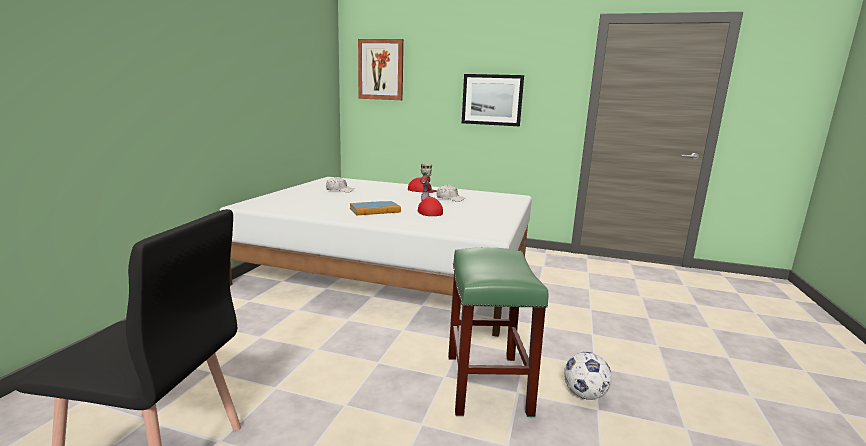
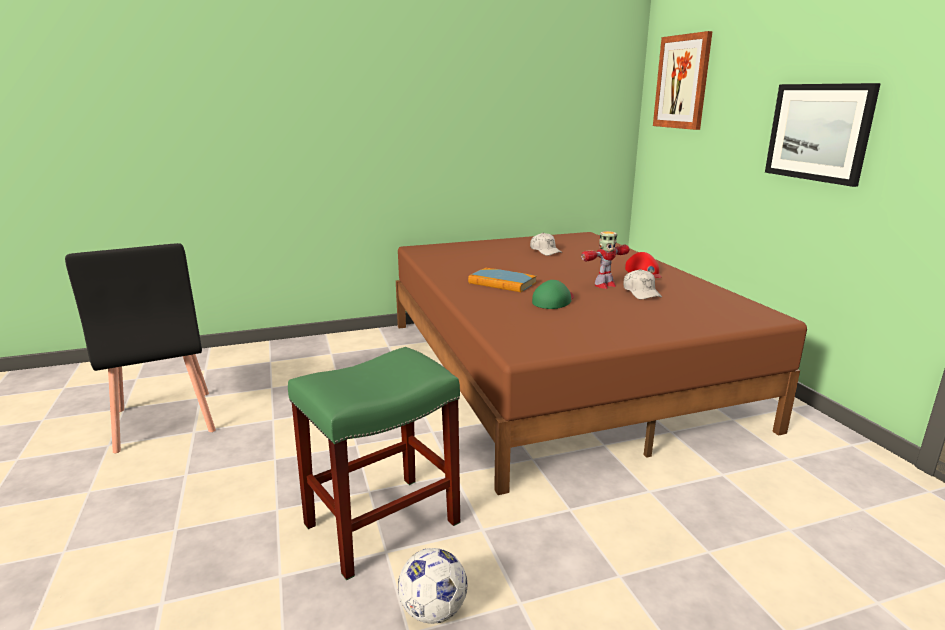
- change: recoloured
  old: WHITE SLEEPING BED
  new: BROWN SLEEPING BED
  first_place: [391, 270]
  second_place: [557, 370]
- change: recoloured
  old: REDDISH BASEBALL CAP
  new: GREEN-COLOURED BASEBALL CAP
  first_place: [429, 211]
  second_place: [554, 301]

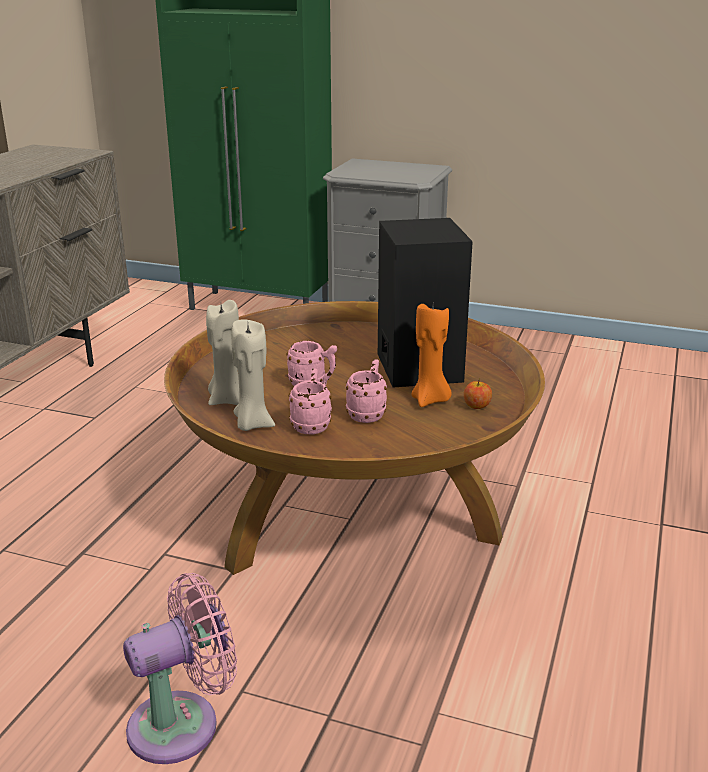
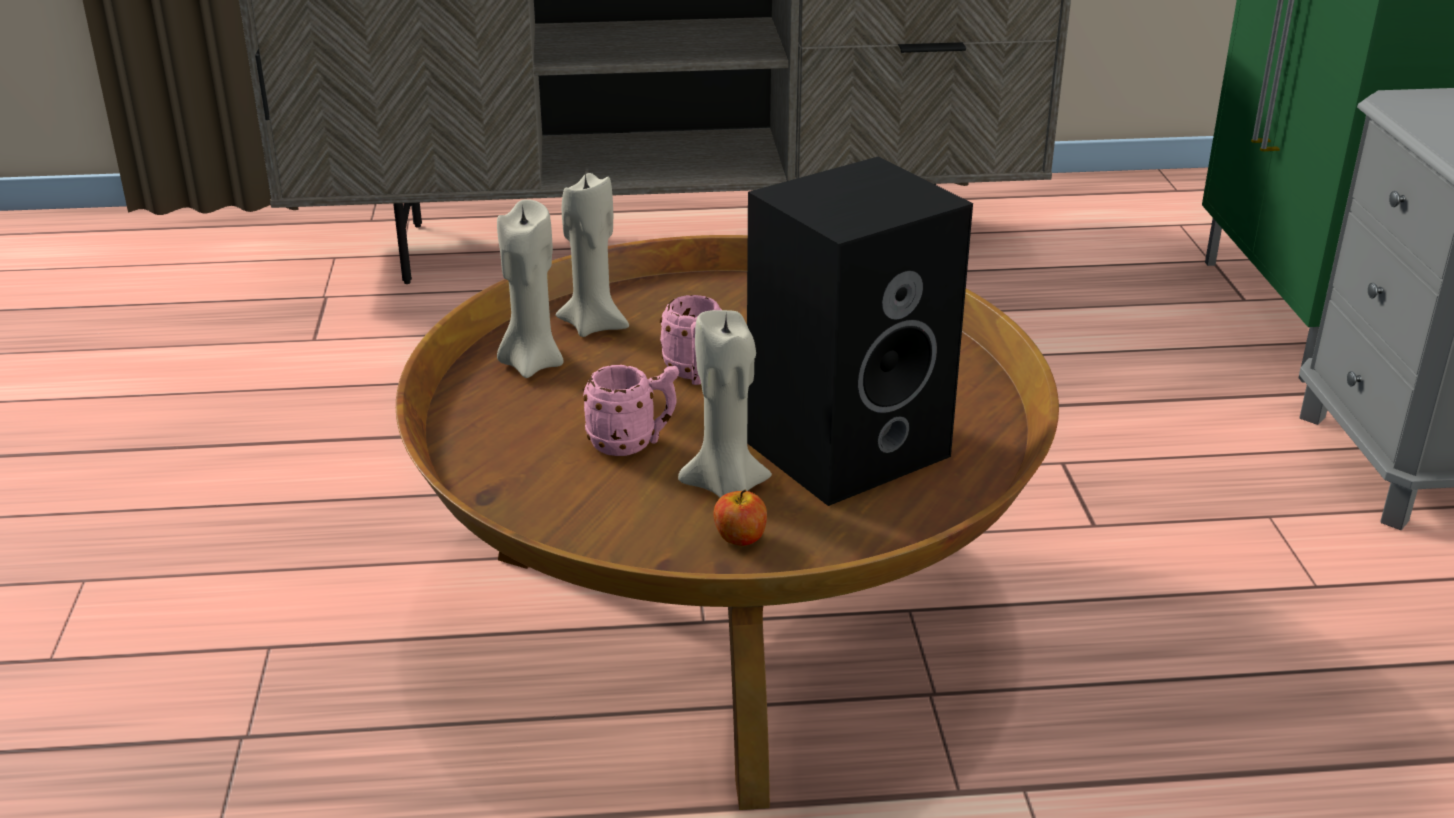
- change: recoloured
  old: ORANGE WAX CANDLE
  new: SAND-COLOURED WAX CANDLE
  first_place: [430, 400]
  second_place: [726, 488]
- change: removed
  old: PINKISH COFFEE MUG
  first_place: [311, 424]
- change: removed
  old: PINKISH COOLING FAN
  first_place: [182, 724]

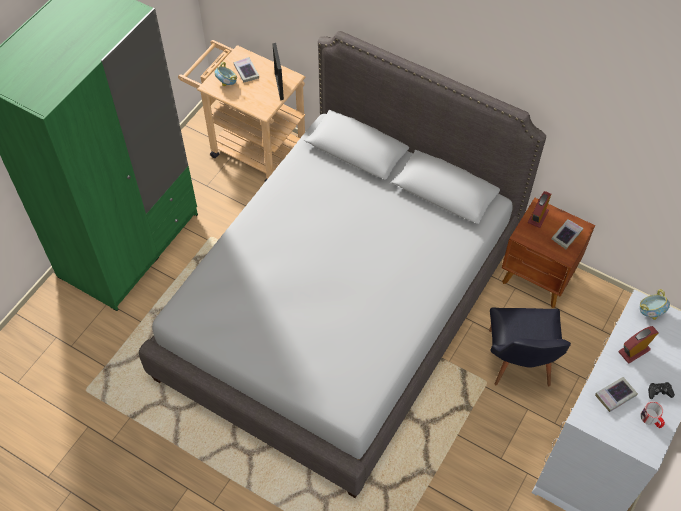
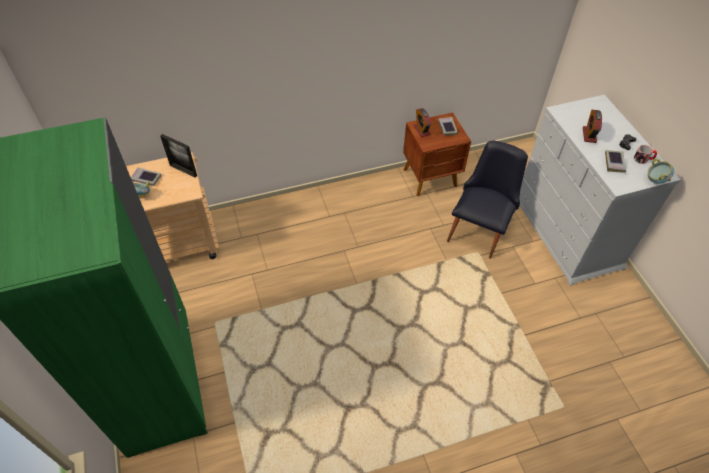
- change: removed
  old: GREYISH SLEEPING BED
  first_place: [341, 309]
- change: moved
  old: BOWL
  first_place: [650, 312]
  second_place: [655, 180]
- change: turned
  old: BLACK-COLOURED PLAIN CHAIR
  first_place: [519, 365]
  second_place: [480, 228]
  degrees: -105

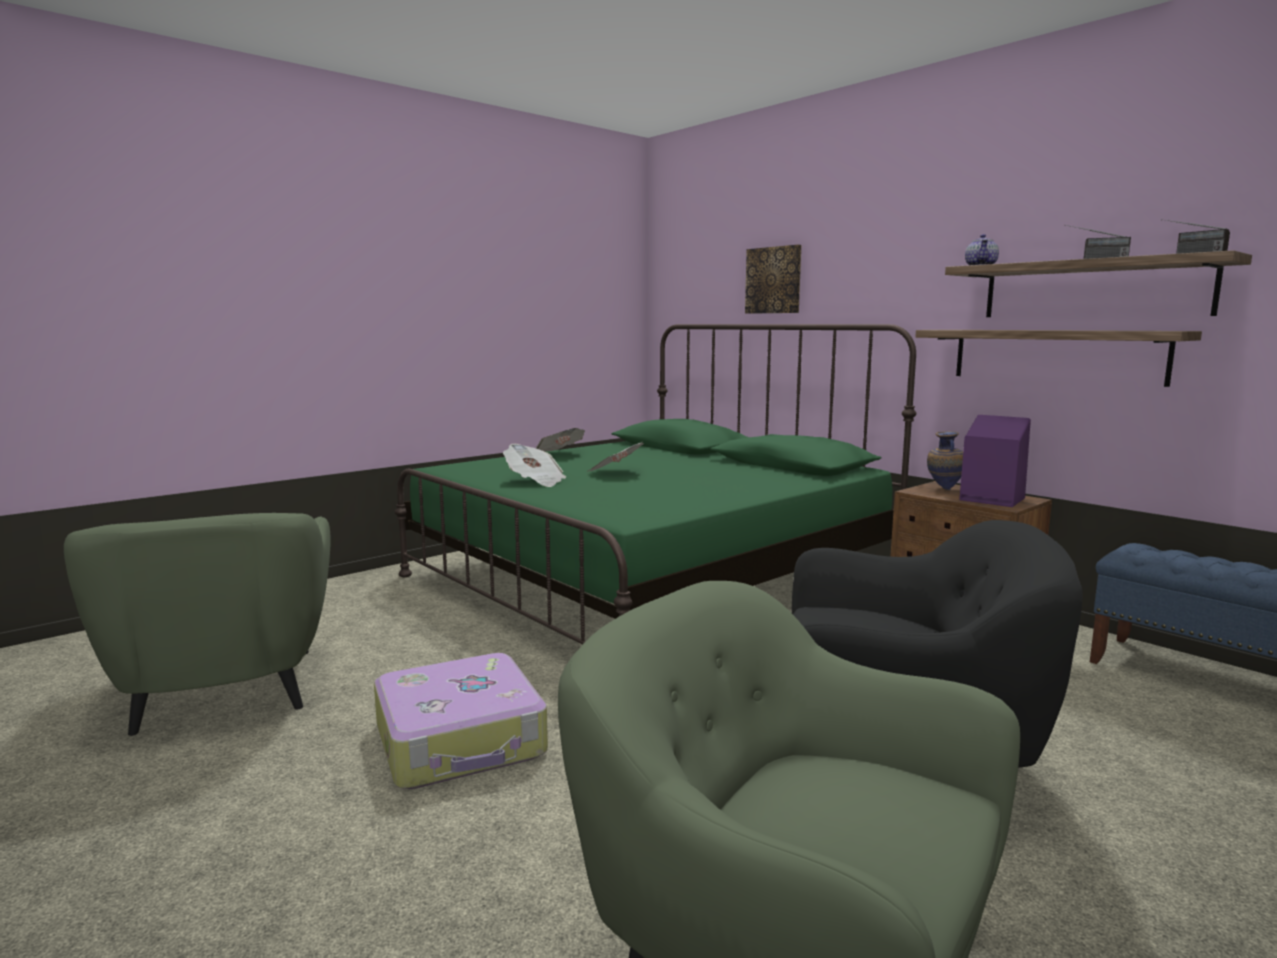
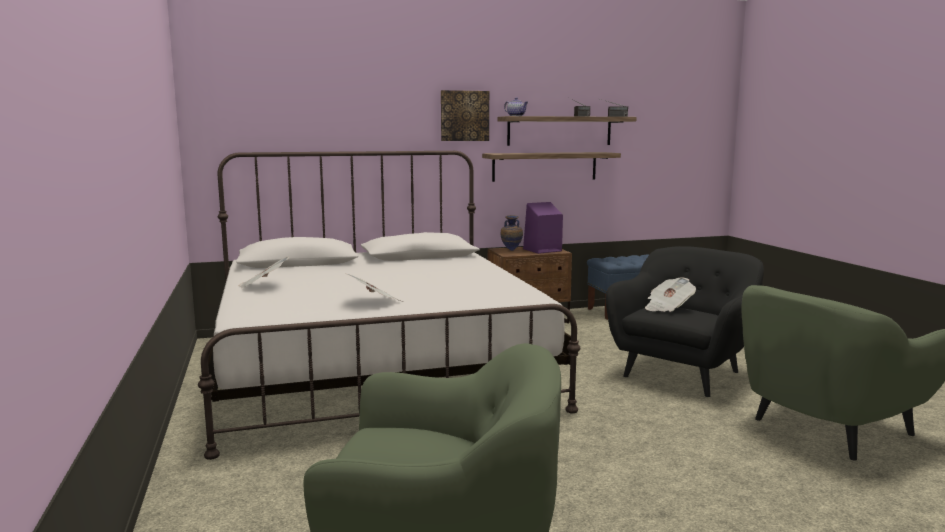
- change: moved
  old: PICTURE
  first_place: [774, 280]
  second_place: [464, 116]
- change: recoloured
  old: GREEN-COLOURED SLEEPING BED
  new: WHITE SLEEPING BED
  first_place: [648, 579]
  second_place: [376, 369]
- change: moved
  old: NEWSPAPER
  first_place: [615, 473]
  second_place: [668, 308]
- change: removed
  old: TRAVEL CASE
  first_place: [461, 740]

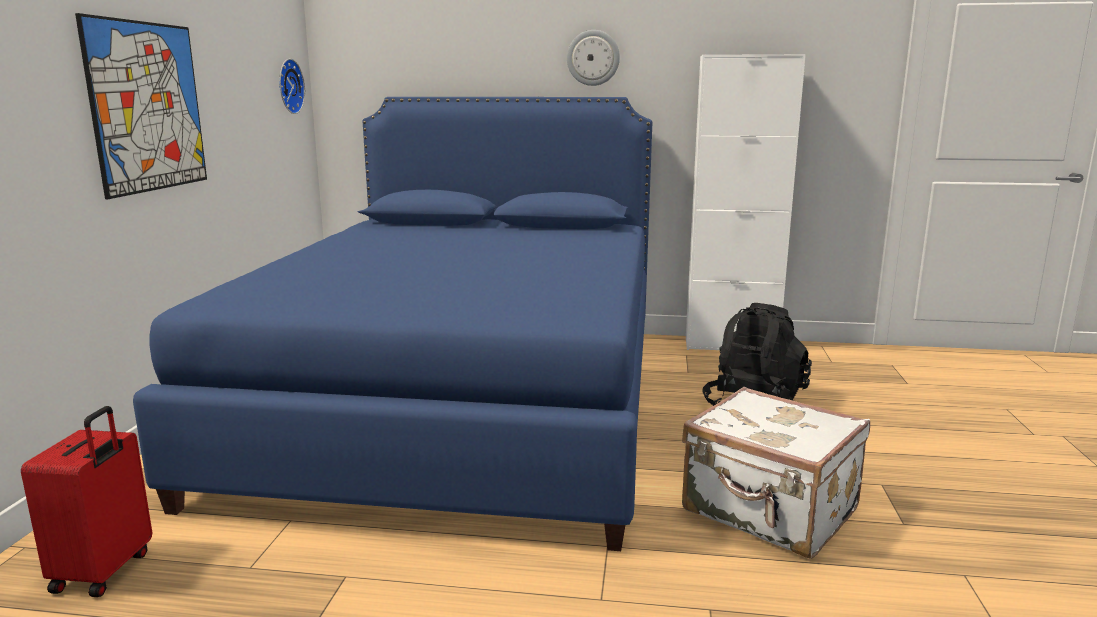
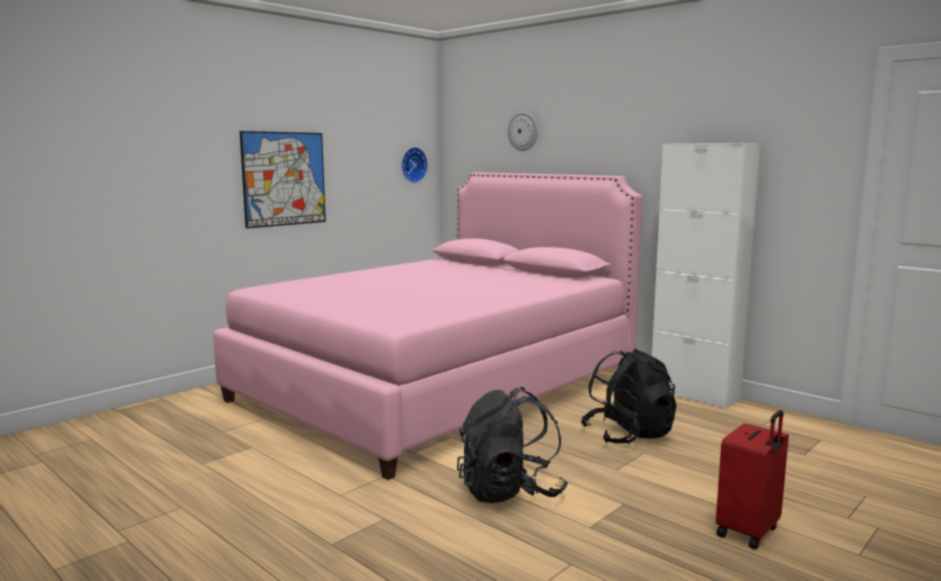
- change: moved
  old: CLOCK ON THE WALL
  first_place: [593, 58]
  second_place: [523, 131]
- change: recoloured
  old: BLUE-COLOURED SLEEPING BED
  new: PINKISH SLEEPING BED
  first_place: [464, 402]
  second_place: [437, 387]
- change: replaced
  old: WHITE TRAVEL CASE
  new: BLACK-COLOURED RUCKSACK
  first_place: [769, 512]
  second_place: [510, 491]
- change: moved
  old: REDDISH TRAVEL CASE
  first_place: [105, 572]
  second_place: [749, 532]

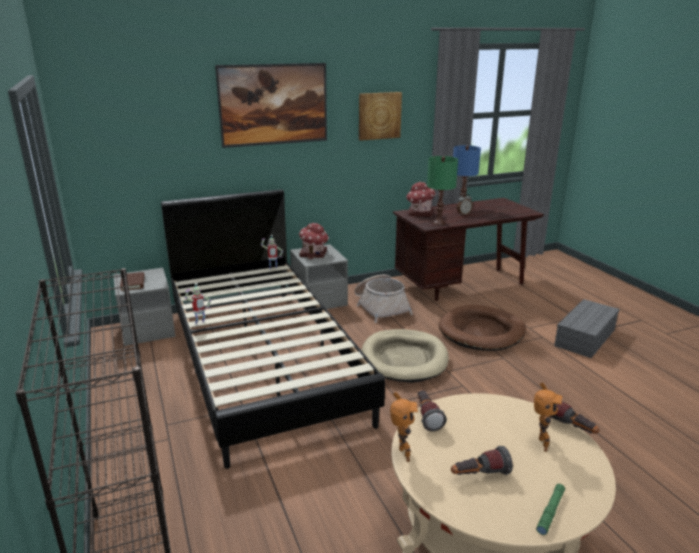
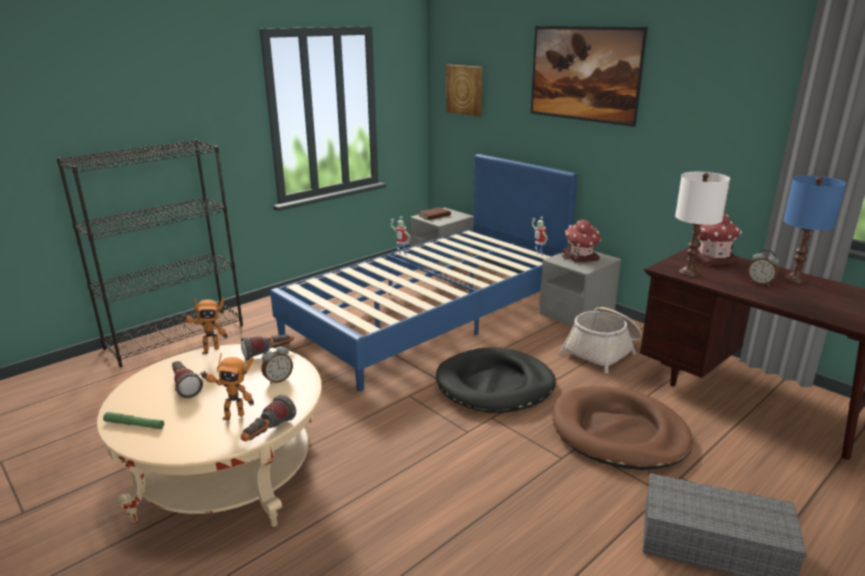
- change: moved
  old: PICTURE
  first_place: [379, 115]
  second_place: [465, 90]
- change: recoloured
  old: GREEN-COLOURED TABLE LAMP
  new: WHITE TABLE LAMP
  first_place: [438, 223]
  second_place: [689, 272]
- change: recoloured
  old: BLACK-COLOURED SLEEPING BED
  new: BLUE-COLOURED SLEEPING BED
  first_place: [262, 361]
  second_place: [431, 315]
- change: recoloured
  old: SAND-COLOURED DOG BED
  new: BLACK-COLOURED DOG BED
  first_place: [404, 359]
  second_place: [495, 385]
- change: added
  new: ALARM CLOCK
  second_place: [278, 379]

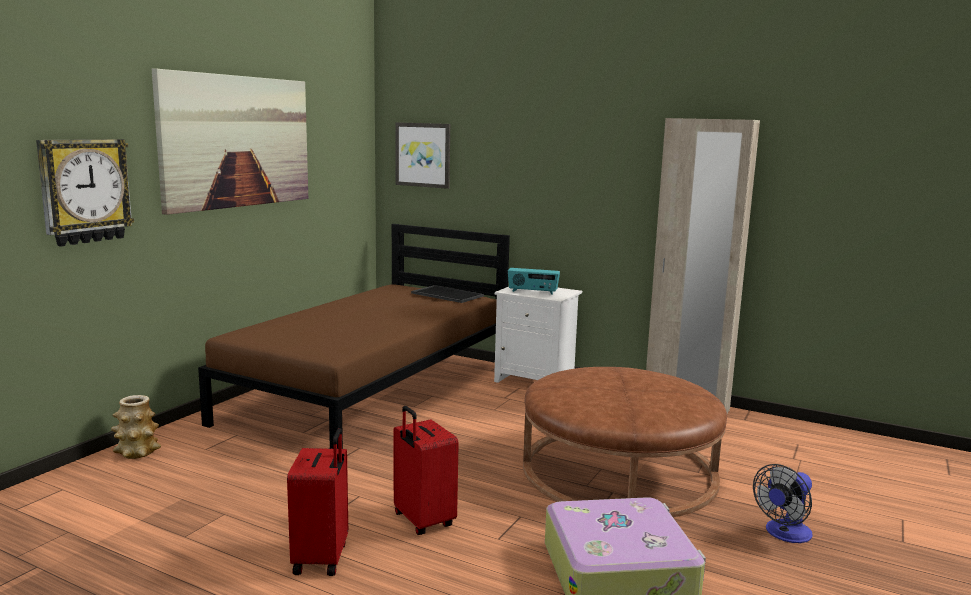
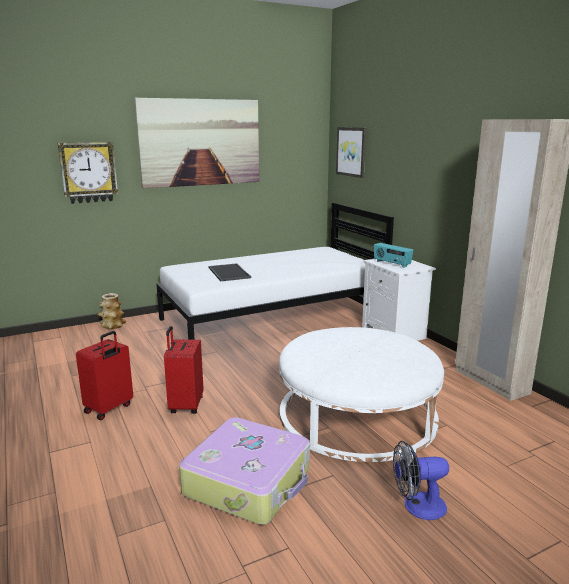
- change: recoloured
  old: BROWN SLEEPING BED
  new: WHITE SLEEPING BED
  first_place: [373, 392]
  second_place: [273, 318]
- change: moved
  old: SERVING TRAY
  first_place: [446, 294]
  second_place: [228, 272]
- change: recoloured
  old: BROWN POUFFE
  new: WHITE POUFFE
  first_place: [619, 470]
  second_place: [357, 413]

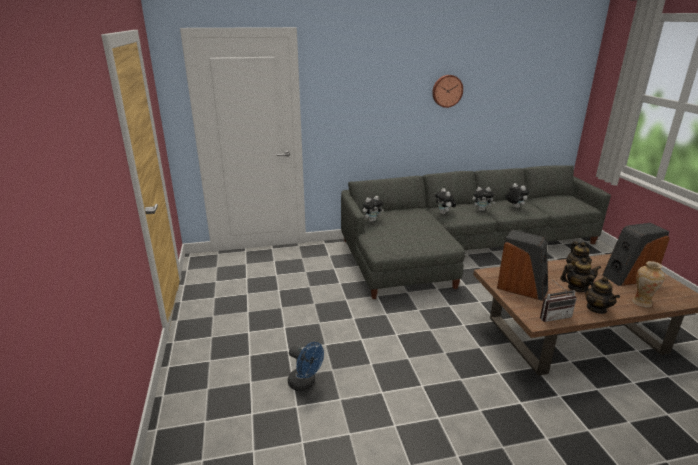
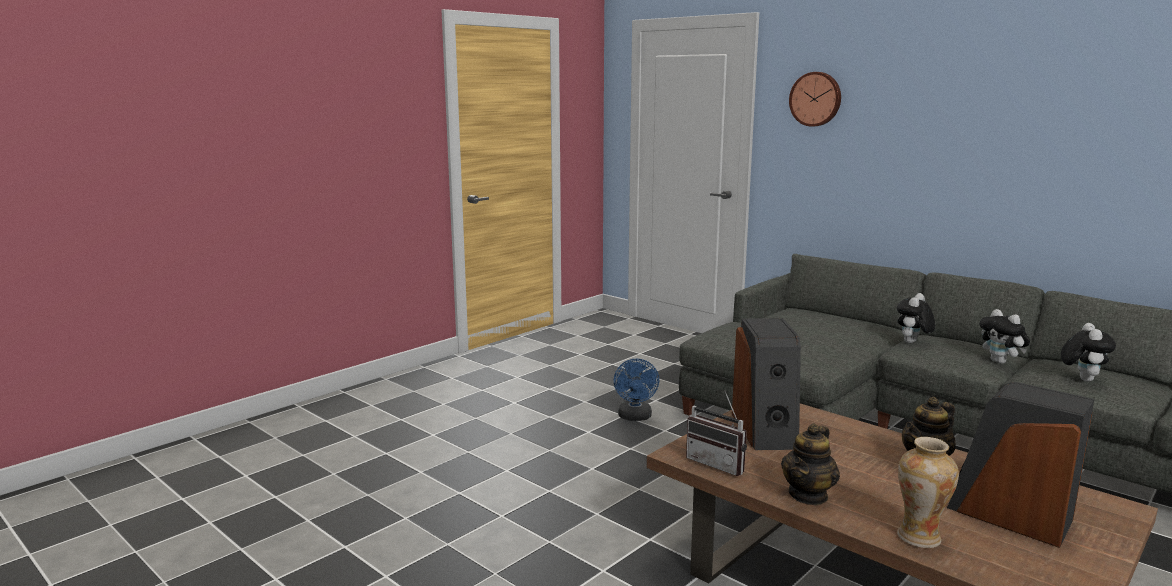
- change: moved
  old: CLOCK ON THE WALL
  first_place: [447, 91]
  second_place: [816, 99]
- change: removed
  old: CUDDLY TOY
  first_place: [372, 220]
- change: removed
  old: POT FOR TEA
  first_place: [576, 288]
- change: moved
  old: BLUE-COLOURED COOLING FAN
  first_place: [305, 383]
  second_place: [635, 417]

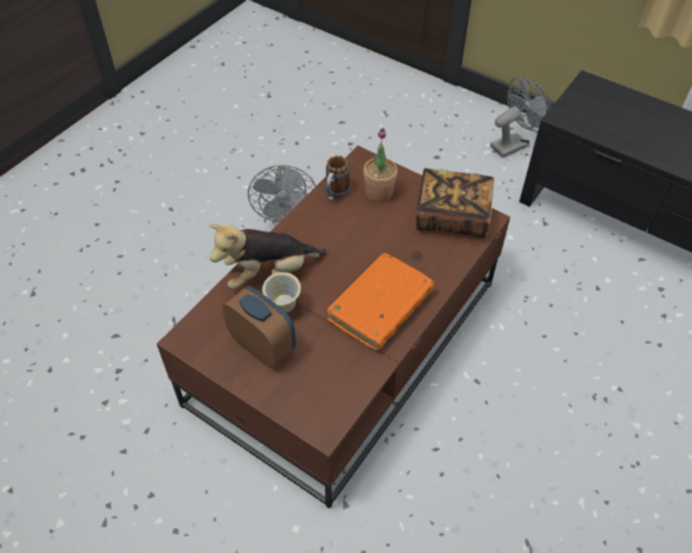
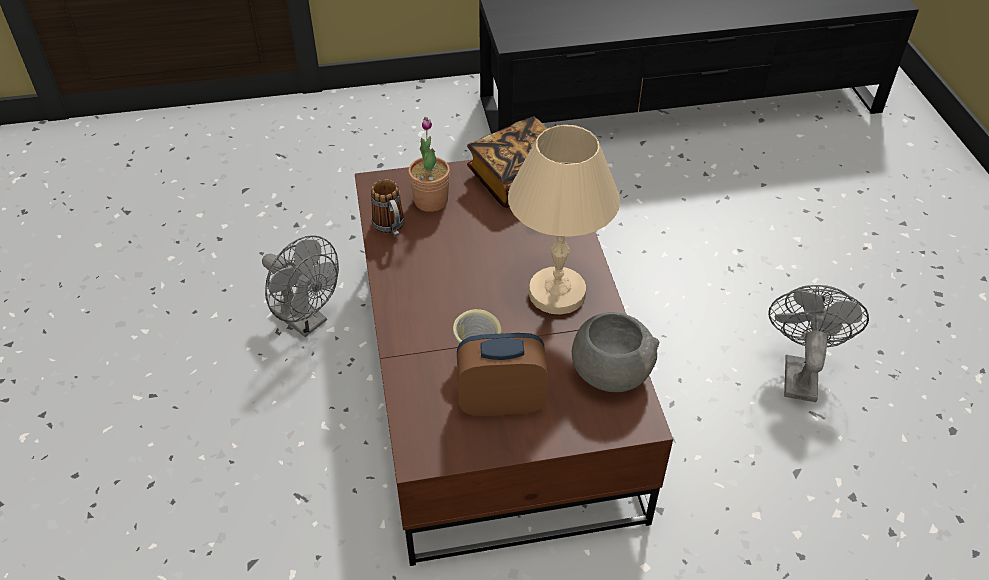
- change: moved
  old: GREYISH COOLING FAN
  first_place: [513, 144]
  second_place: [799, 372]
- change: removed
  old: CUDDLY TOY
  first_place: [269, 273]
- change: replaced
  old: ORANGE VOLUME
  new: SAND-COLOURED TABLE LAMP
  first_place: [380, 307]
  second_place: [557, 292]
- change: added
  new: GREYISH BOWL
  second_place: [610, 372]

